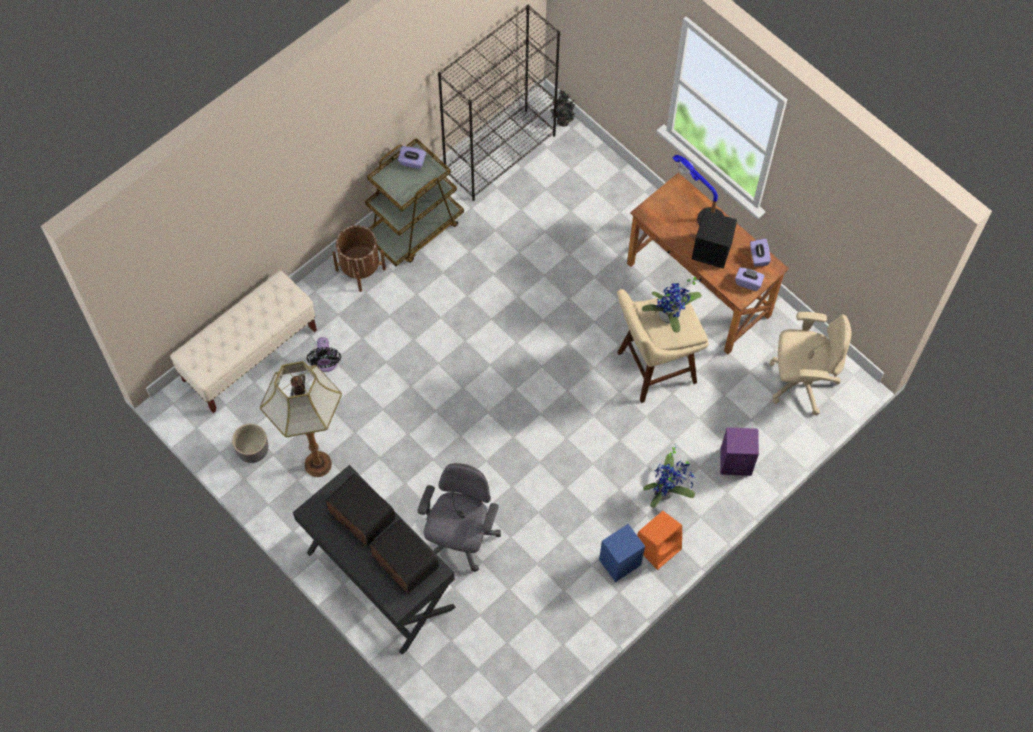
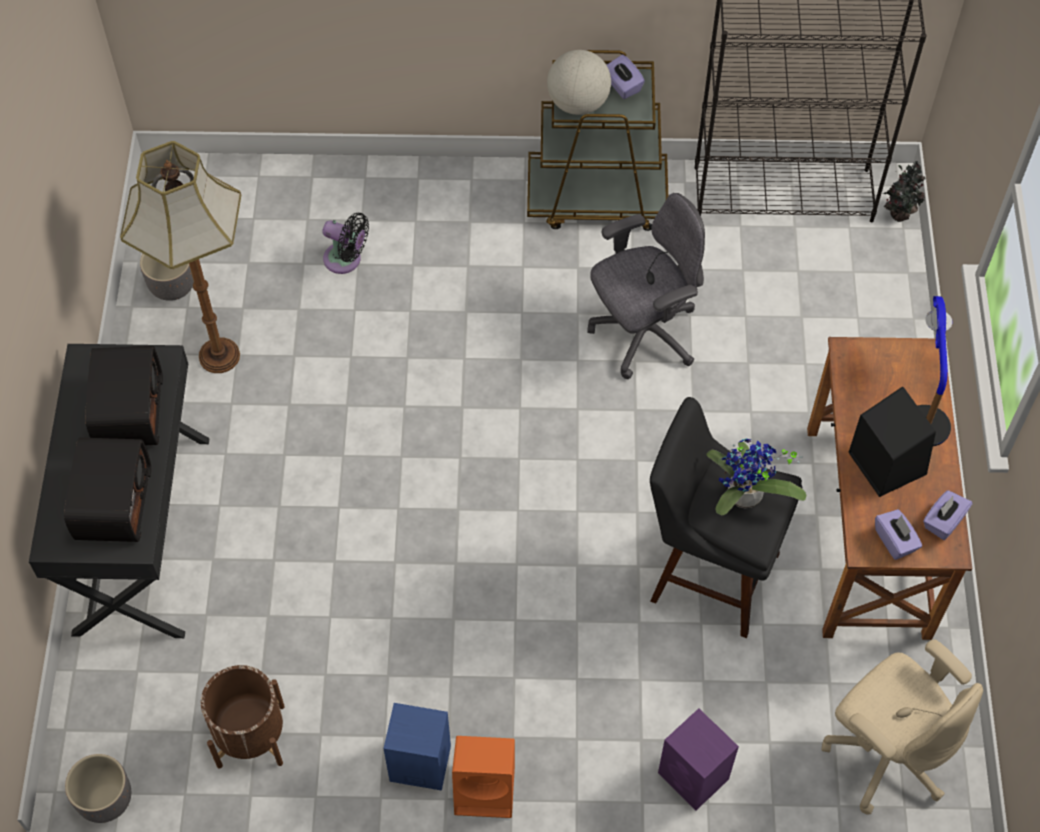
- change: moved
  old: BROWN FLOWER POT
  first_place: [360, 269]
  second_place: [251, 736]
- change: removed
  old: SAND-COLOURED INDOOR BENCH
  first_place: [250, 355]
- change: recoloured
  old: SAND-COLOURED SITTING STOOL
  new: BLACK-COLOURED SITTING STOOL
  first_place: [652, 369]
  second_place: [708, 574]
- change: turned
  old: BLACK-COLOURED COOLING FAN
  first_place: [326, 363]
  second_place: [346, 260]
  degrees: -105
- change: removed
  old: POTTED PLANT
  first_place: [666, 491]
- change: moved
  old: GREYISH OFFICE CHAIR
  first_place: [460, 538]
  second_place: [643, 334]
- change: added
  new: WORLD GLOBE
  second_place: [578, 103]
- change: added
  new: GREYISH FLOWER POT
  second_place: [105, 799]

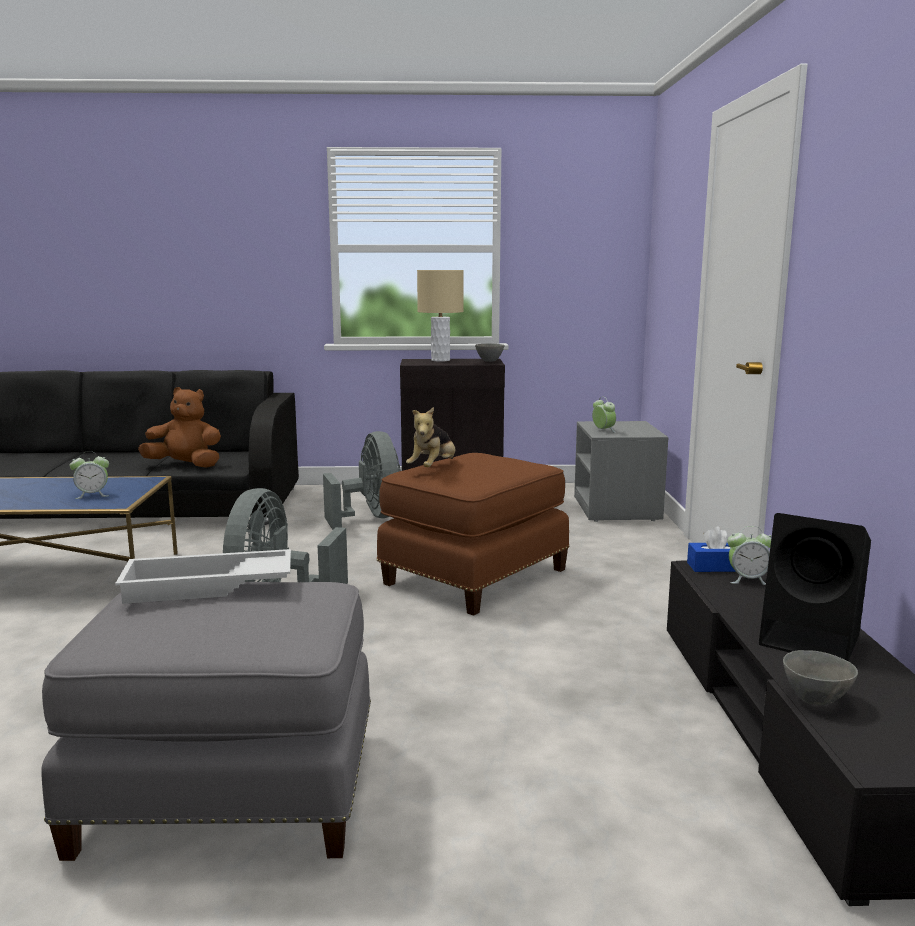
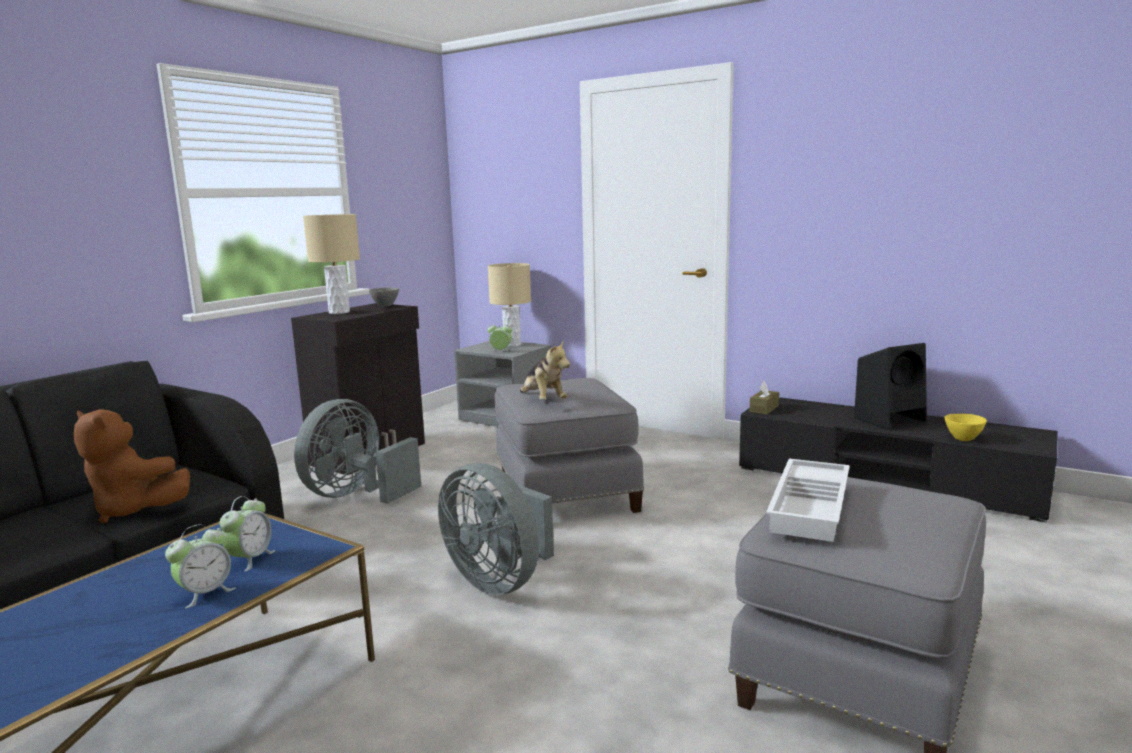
- change: turned
  old: BROWN CUDDLY TOY
  first_place: [185, 466]
  second_place: [134, 510]
  degrees: -105
- change: turned
  old: GREYISH COOLING FAN
  first_place: [370, 518]
  second_place: [356, 495]
  degrees: -75
- change: recoloured
  old: BROWN POUFFE
  new: GREYISH POUFFE
  first_place: [473, 576]
  second_place: [564, 492]
- change: recoloured
  old: BLUE-COLOURED BOX OF TISSUES
  new: BROWN BOX OF TISSUES
  first_place: [714, 567]
  second_place: [764, 409]
- change: moved
  old: ALARM CLOCK
  first_place: [748, 580]
  second_place: [205, 593]
- change: recoloured
  old: GREYISH BOWL
  new: YELLOW-COLOURED BOWL
  first_place: [816, 699]
  second_place: [963, 439]
- change: added
  new: SAND-COLOURED TABLE LAMP
  second_place: [512, 345]

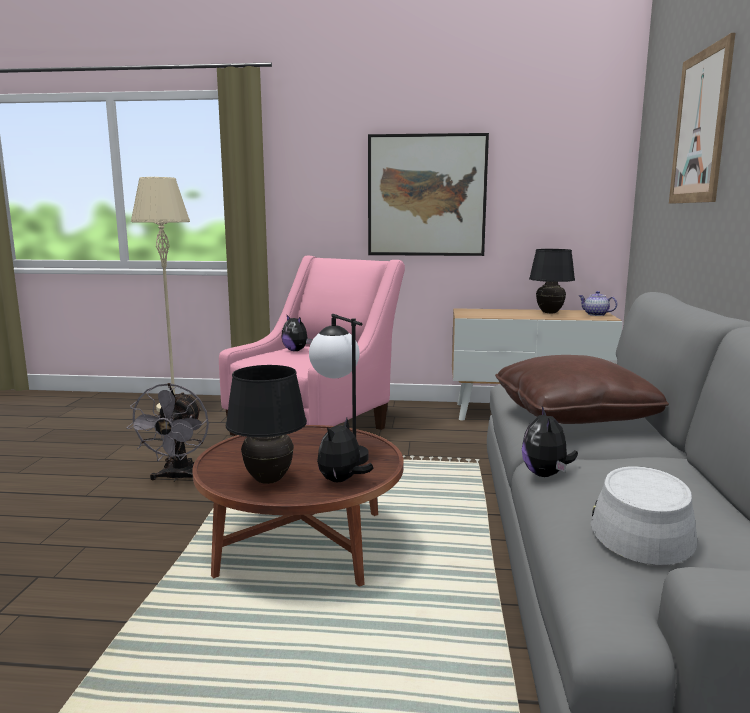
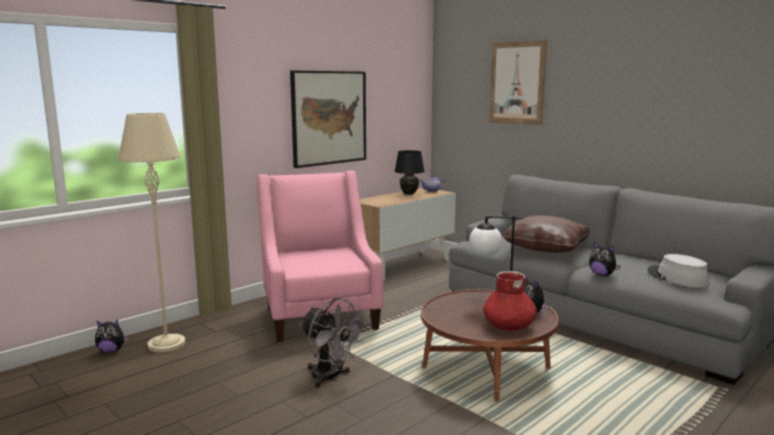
- change: moved
  old: CUDDLY TOY
  first_place: [296, 350]
  second_place: [111, 351]
- change: replaced
  old: BLACK-COLOURED TABLE LAMP
  new: REDDISH FLOWER VASE
  first_place: [269, 480]
  second_place: [509, 326]

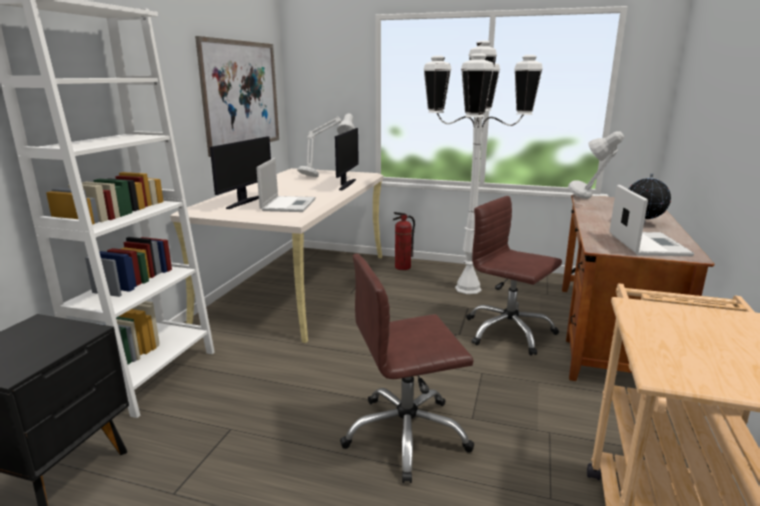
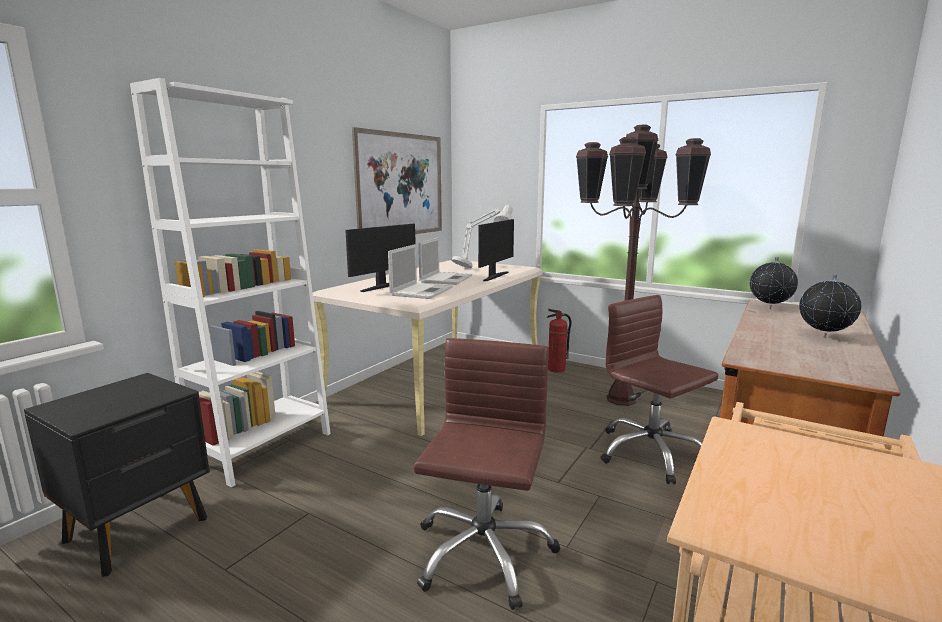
- change: recoloured
  old: WHITE FLOOR LAMP
  new: BROWN FLOOR LAMP
  first_place: [468, 289]
  second_place: [621, 399]
- change: replaced
  old: GREYISH TABLE LAMP
  new: WORLD GLOBE
  first_place: [591, 202]
  second_place: [769, 309]
- change: moved
  old: PORTABLE COMPUTER
  first_place: [647, 244]
  second_place: [446, 279]
- change: turned
  old: BROWN OFFICE CHAIR
  first_place: [406, 435]
  second_place: [482, 552]
  degrees: 105

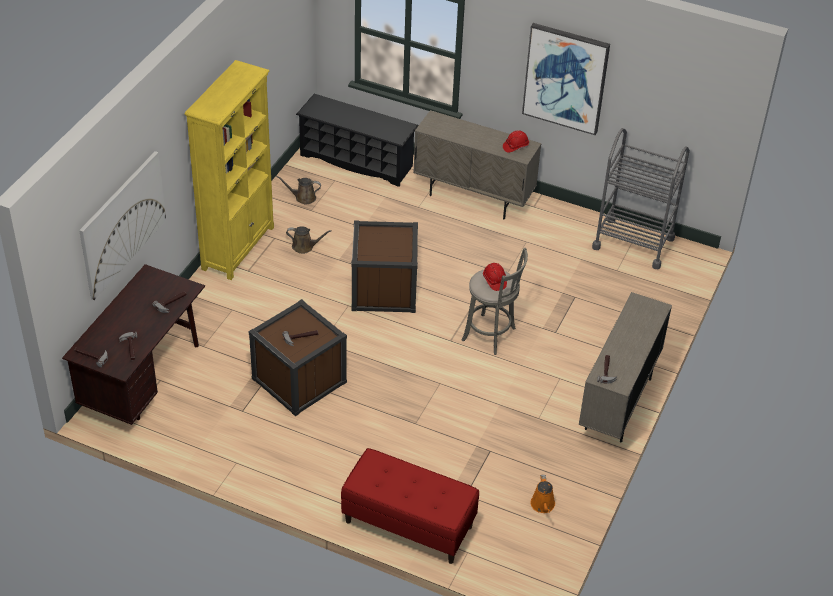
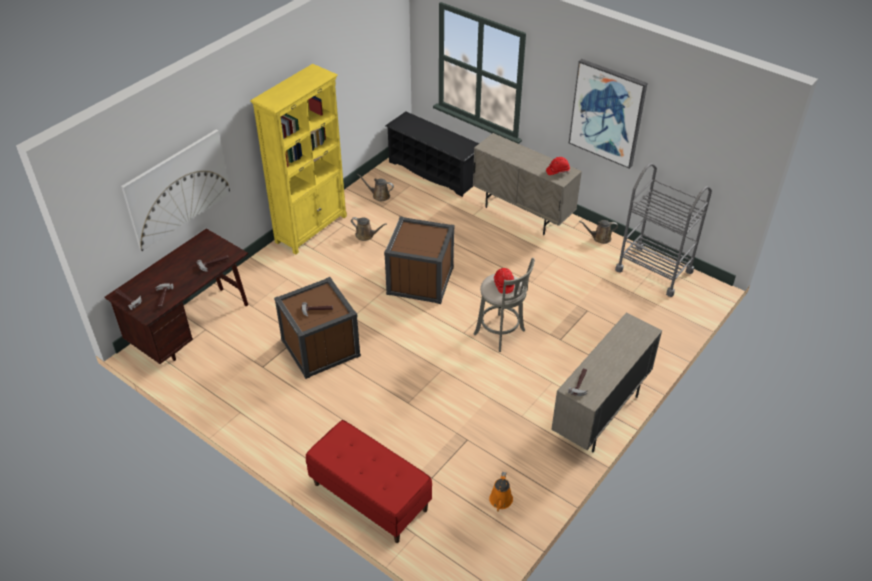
- change: added
  new: BROWN SPRINKLING CAN
  second_place: [600, 238]

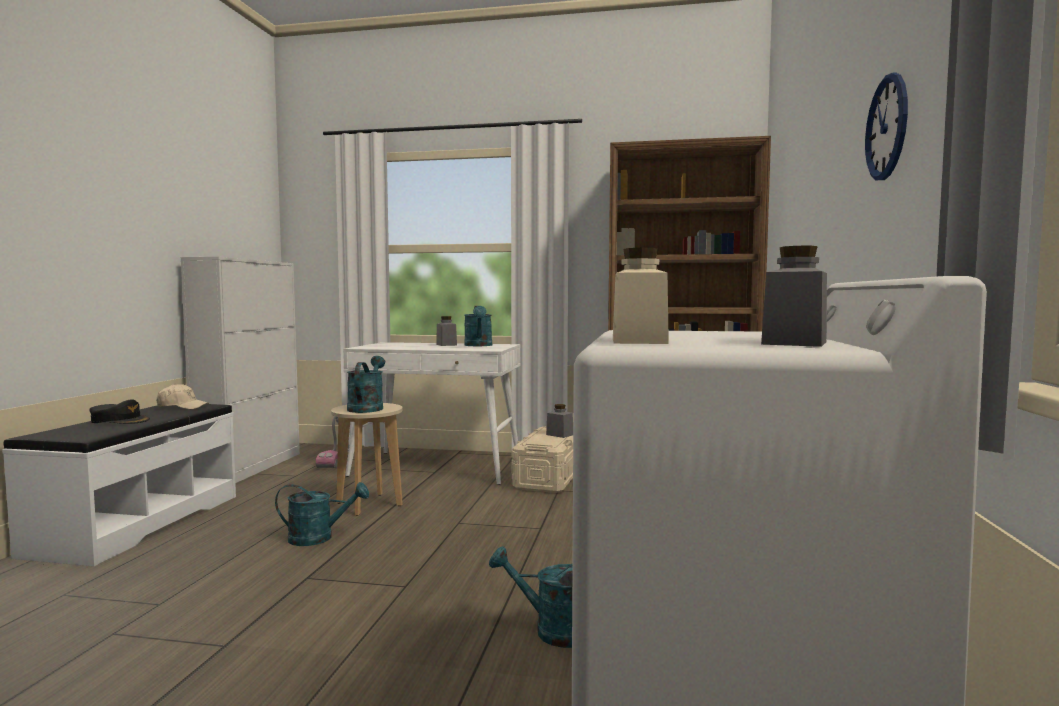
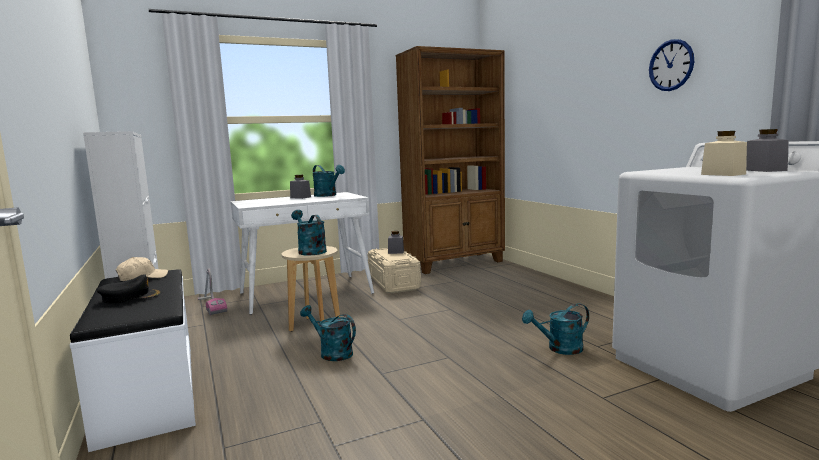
- change: turned
  old: BLUE-GREEN SPRINKLING CAN
  first_place: [319, 538]
  second_place: [331, 353]
  degrees: -105

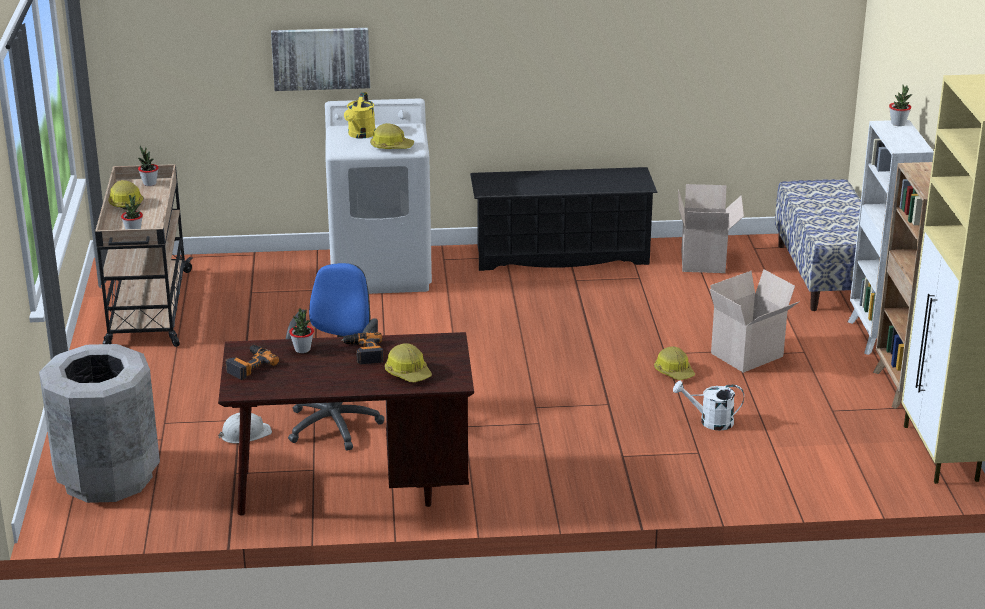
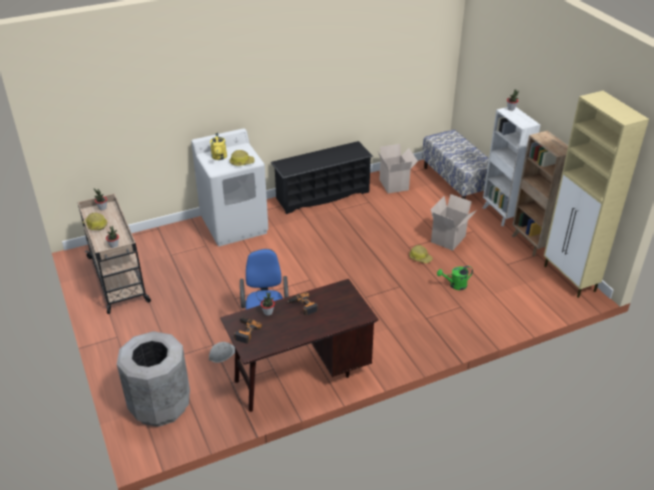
- change: removed
  old: PICTURE
  first_place: [321, 58]
- change: removed
  old: WORK HELMET
  first_place: [408, 373]
- change: recoloured
  old: WHITE SPRINKLING CAN
  new: GREEN-COLOURED SPRINKLING CAN
  first_place: [710, 421]
  second_place: [455, 285]

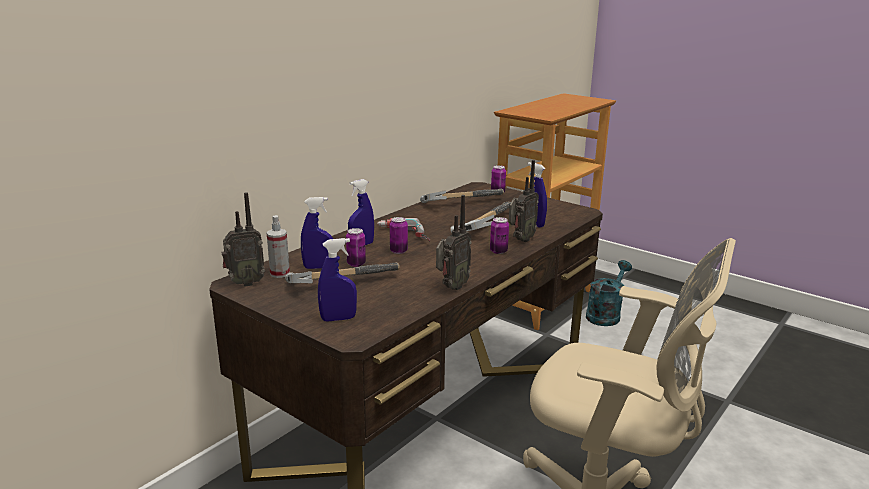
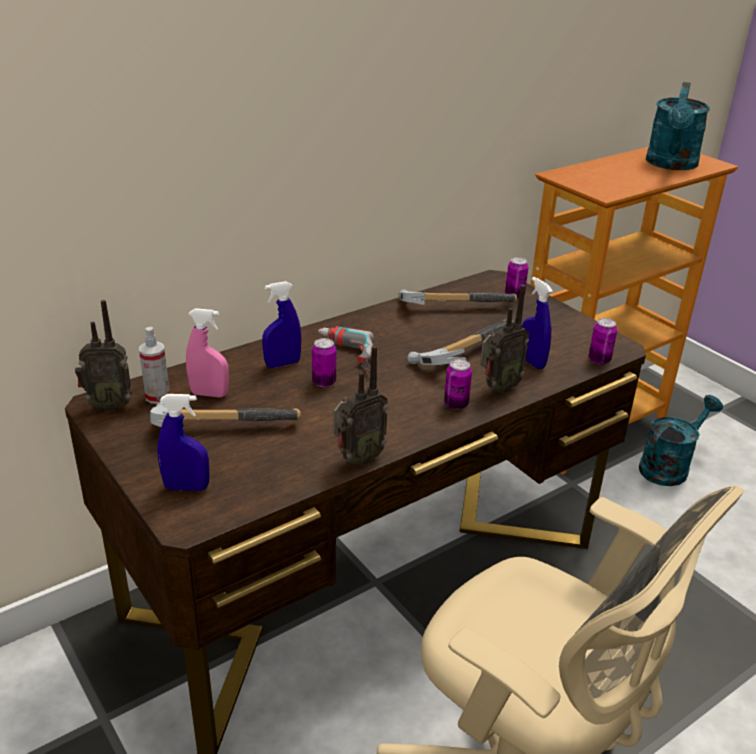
- change: recoloured
  old: BLUE-COLOURED SPRAY BOTTLE
  new: PINKISH SPRAY BOTTLE
  first_place: [318, 267]
  second_place: [209, 394]
- change: moved
  old: SEALED CAN
  first_place: [356, 264]
  second_place: [599, 360]
- change: added
  new: BLUE-GREEN SPRINKLING CAN
  second_place: [671, 165]

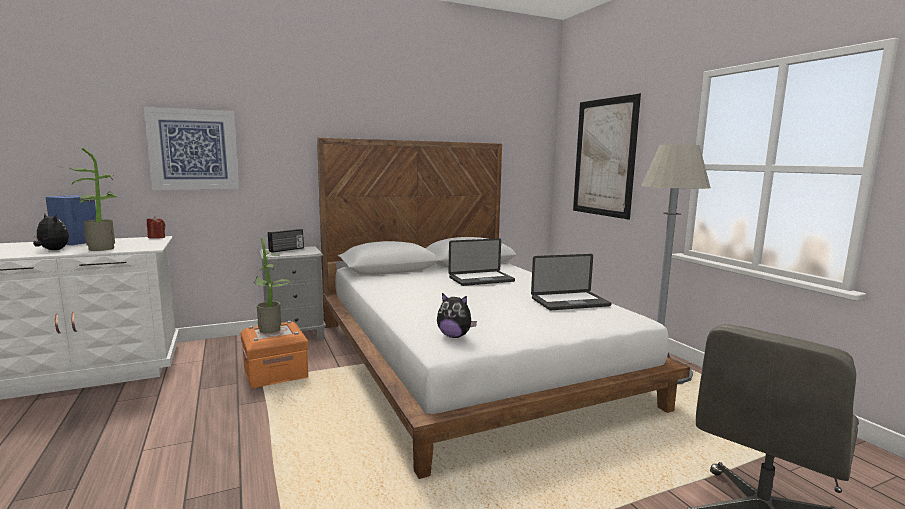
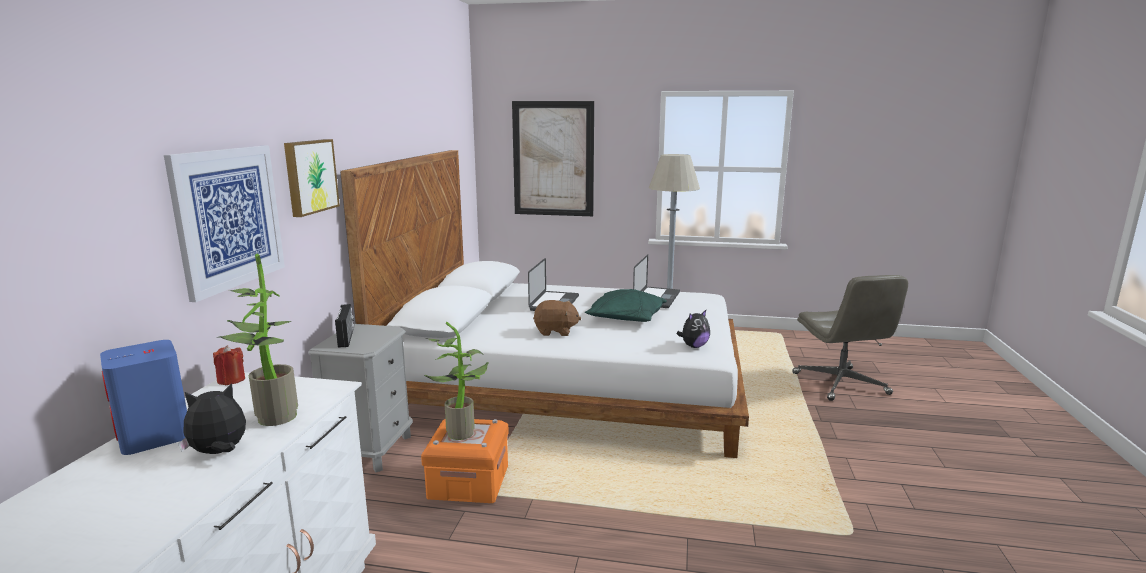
- change: added
  new: PICTURE
  second_place: [309, 176]
- change: added
  new: GREEN-COLOURED THROW PILLOW
  second_place: [626, 319]
- change: added
  new: BROWN CUDDLY TOY
  second_place: [556, 331]

